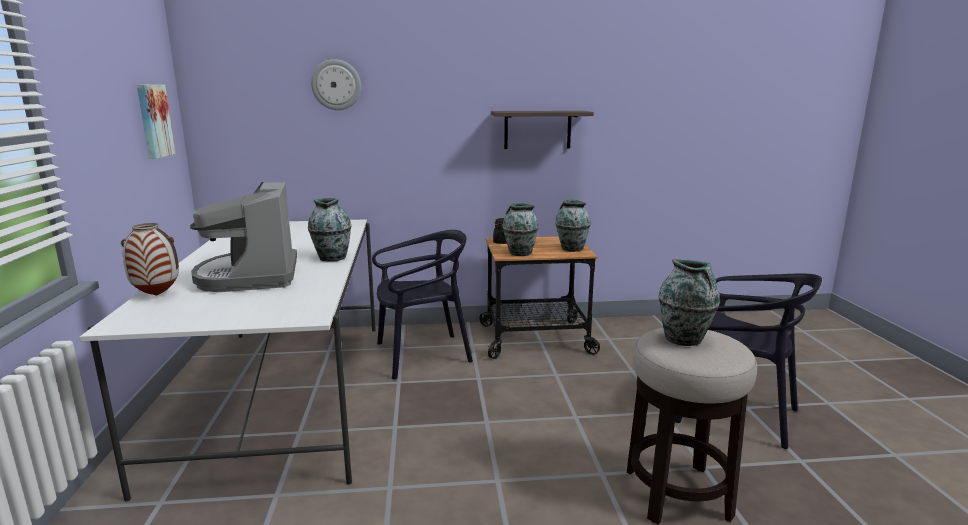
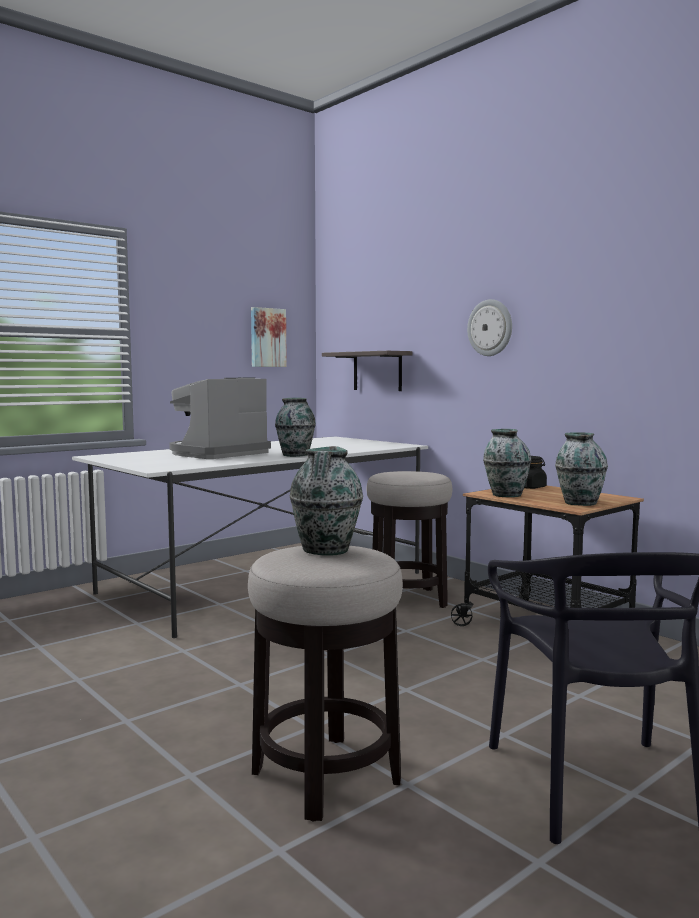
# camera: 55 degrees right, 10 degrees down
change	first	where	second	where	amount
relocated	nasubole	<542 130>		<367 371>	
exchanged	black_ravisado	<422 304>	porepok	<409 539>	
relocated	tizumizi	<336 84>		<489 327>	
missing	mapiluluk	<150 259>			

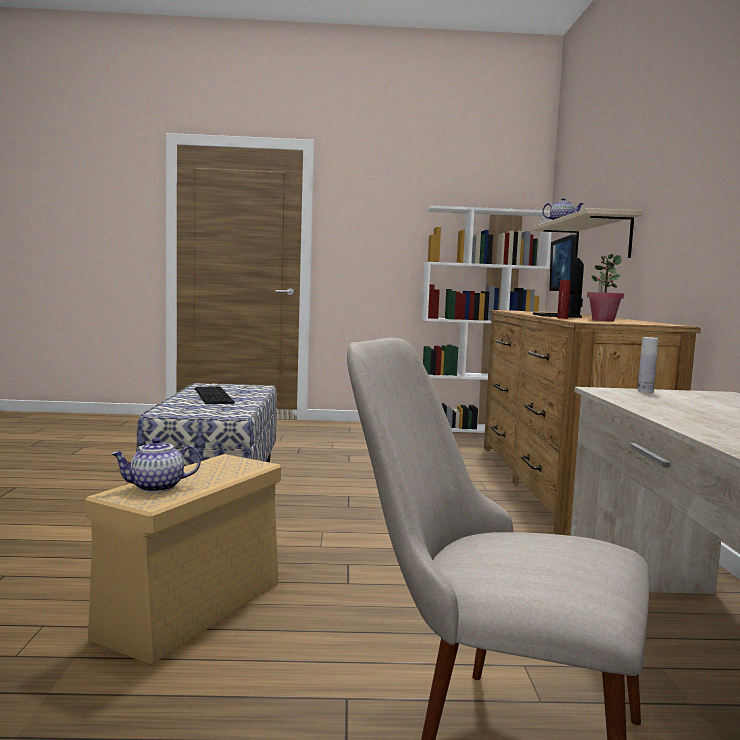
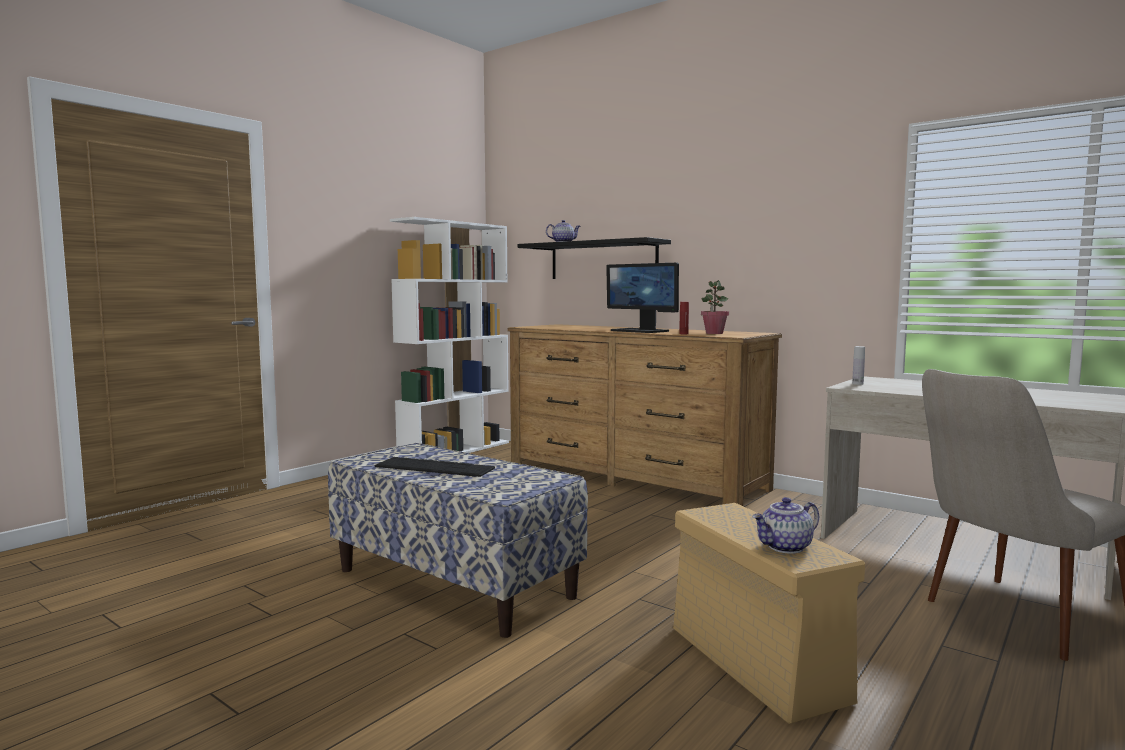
# camera: 50 degrees left, 0 degrees up
change	first	where	second	where	amount
colour	beige_nasubole	<587 233>	black_nasubole	<594 258>	
spun	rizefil	<155 465>		<785 525>	45 degrees clockwise

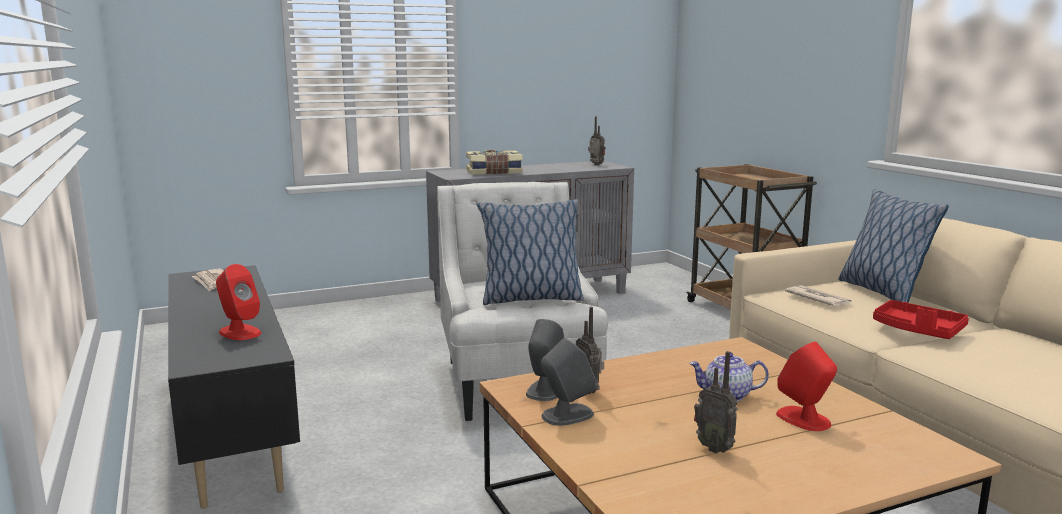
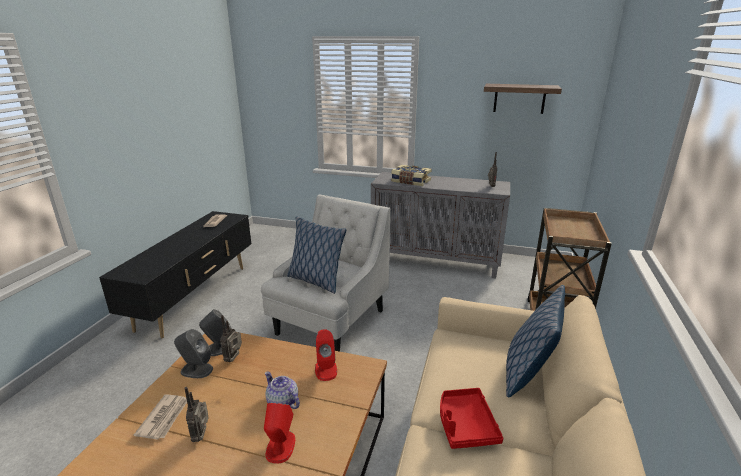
# camera: 40 degrees right, 10 degrees up
change	first	where	second	where	amount
relocated	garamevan	<818 295>		<160 417>	
relocated	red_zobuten	<238 302>		<326 355>	
appeared			nasubole	<523 99>	

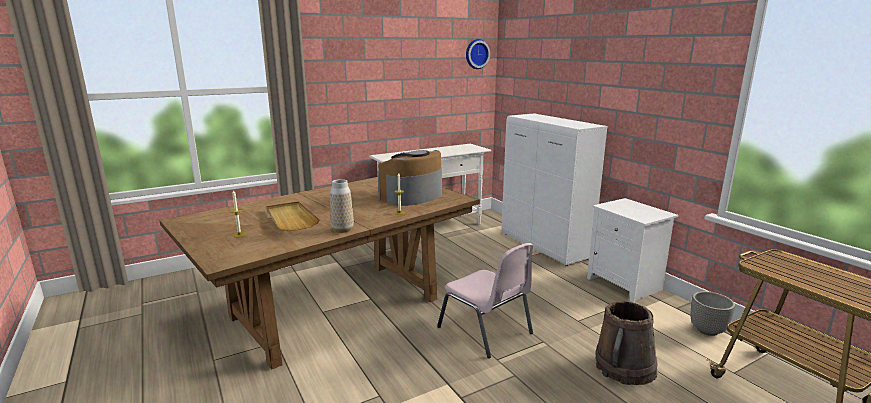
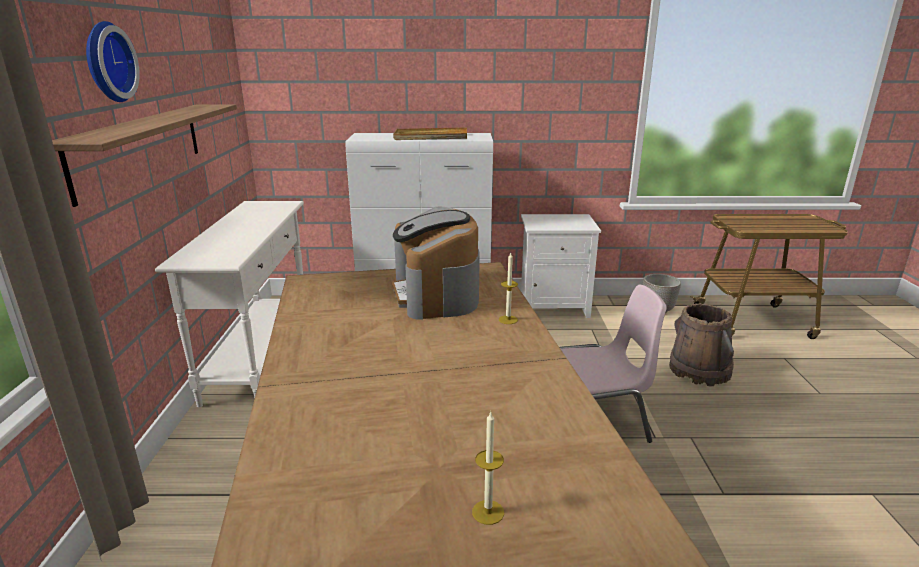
# camera: 60 degrees left, 5 degrees up
change	first	where	second	where	amount
appeared			nasubole	<144 155>	
relocated	tizumizi	<478 54>		<113 61>	
relocated	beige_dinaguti	<293 216>		<430 133>	
missing	mapiluluk	<342 206>			

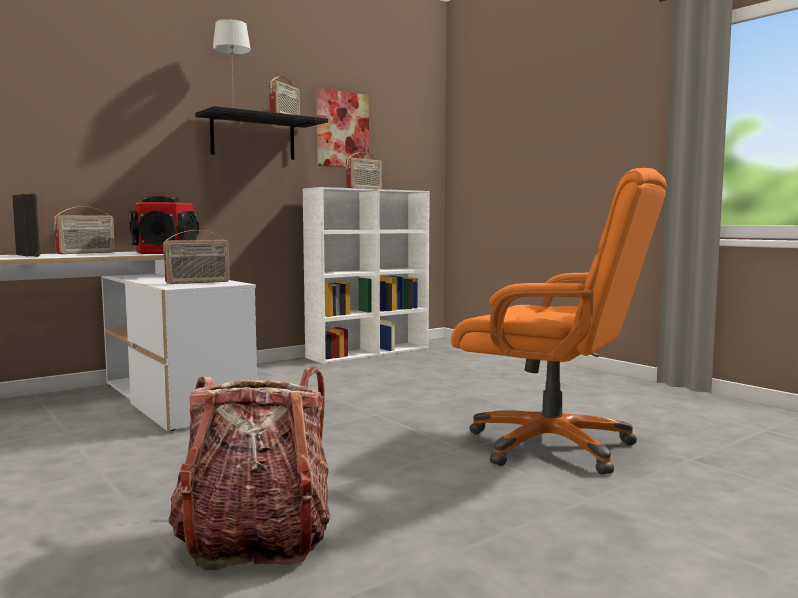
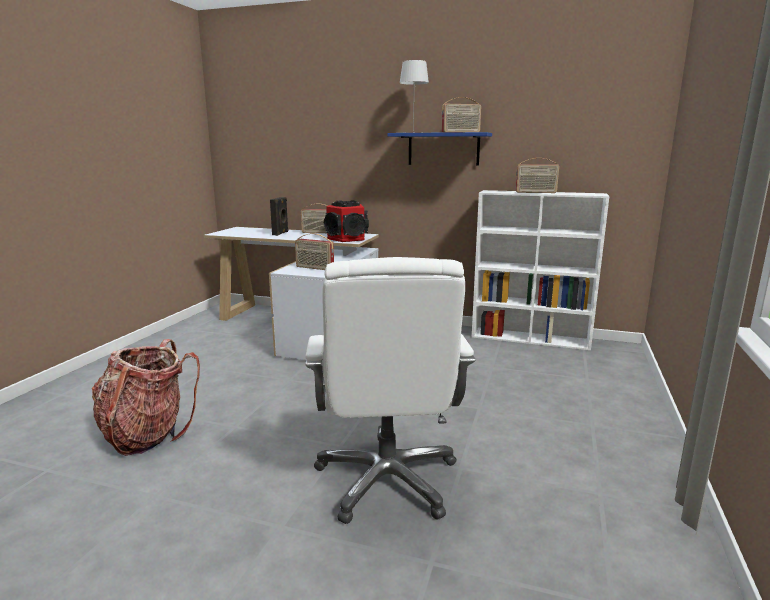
# camera: 55 degrees right, 10 degrees up
change	first	where	second	where	amount
colour	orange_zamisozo	<559 321>	white_zamisozo	<390 390>	
colour	black_nasubole	<261 133>	blue_nasubole	<439 148>	
missing	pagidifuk	<342 127>			

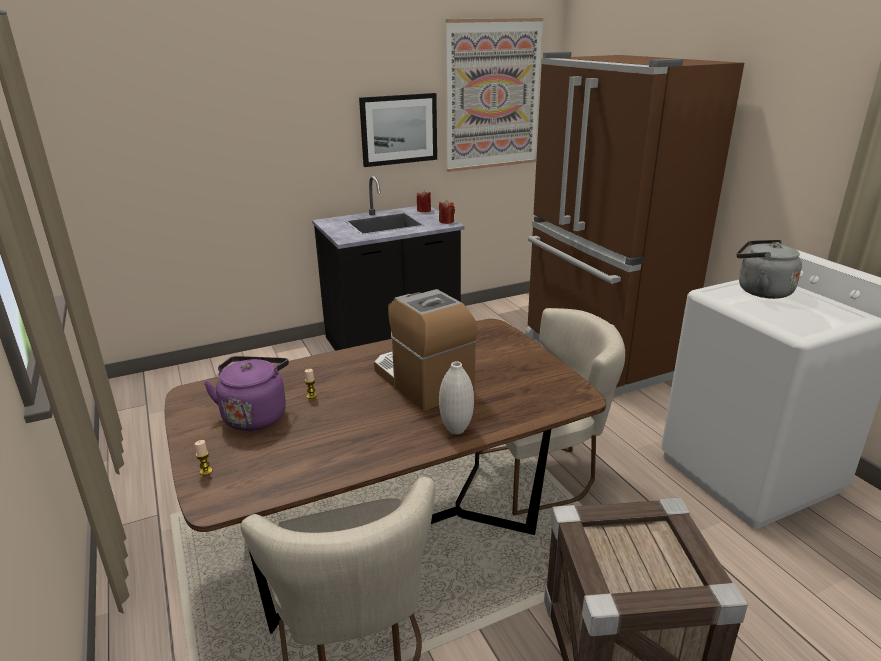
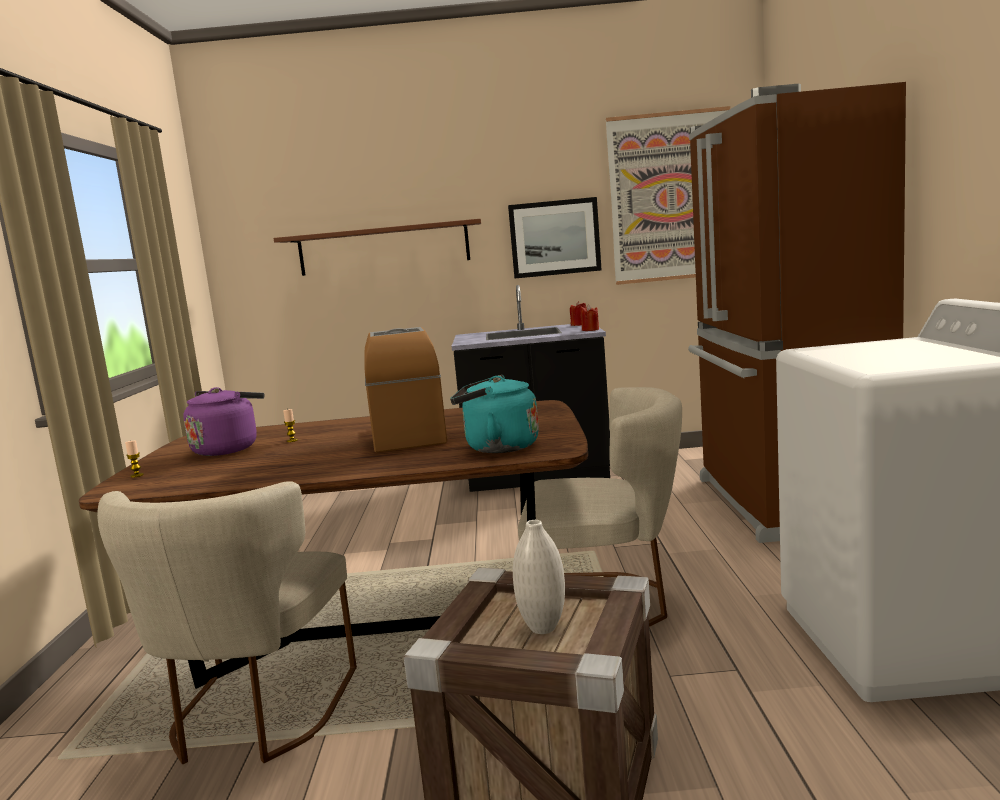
# camera: 25 degrees right, 15 degrees down
change	first	where	second	where	amount
appeared			brown_nasubole	<377 247>	
appeared			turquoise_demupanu	<494 414>	
relocated	white_mapiluluk	<456 397>		<539 577>	
missing	grey_demupanu	<769 269>			

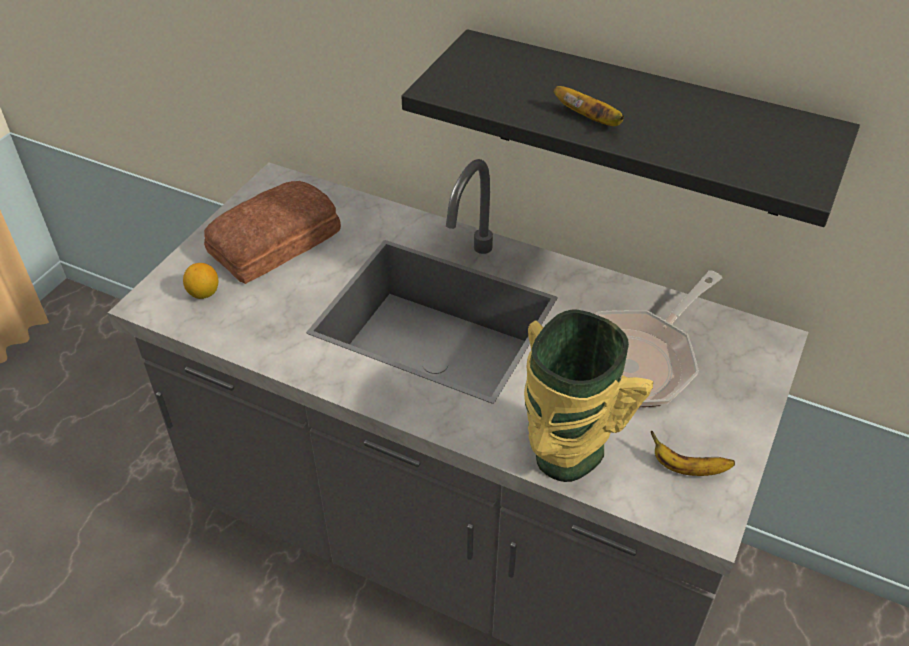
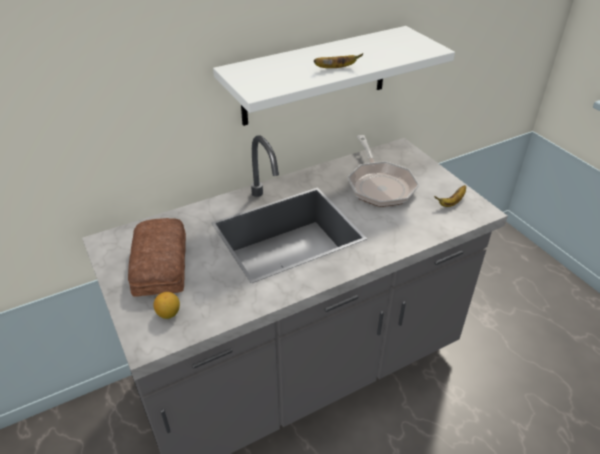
# camera: 55 degrees left, 5 degrees down
change	first	where	second	where	amount
colour	black_nasubole	<630 128>	white_nasubole	<334 76>	
missing	mapiluluk	<588 396>			

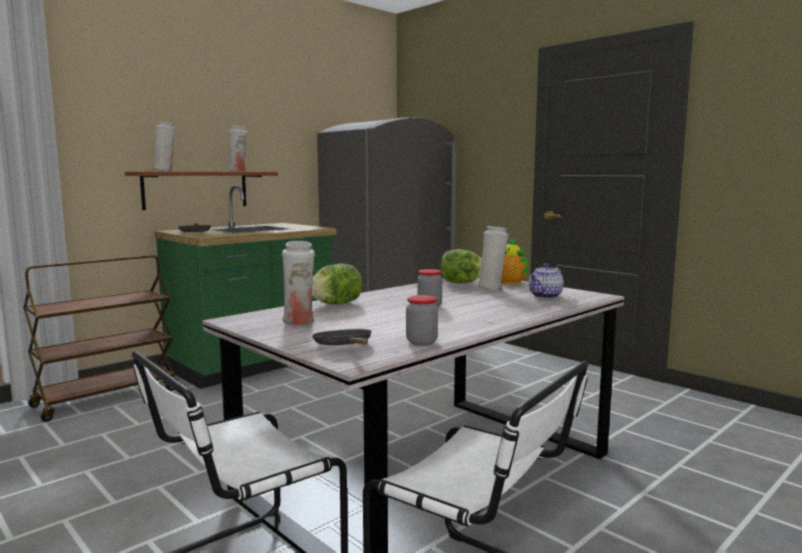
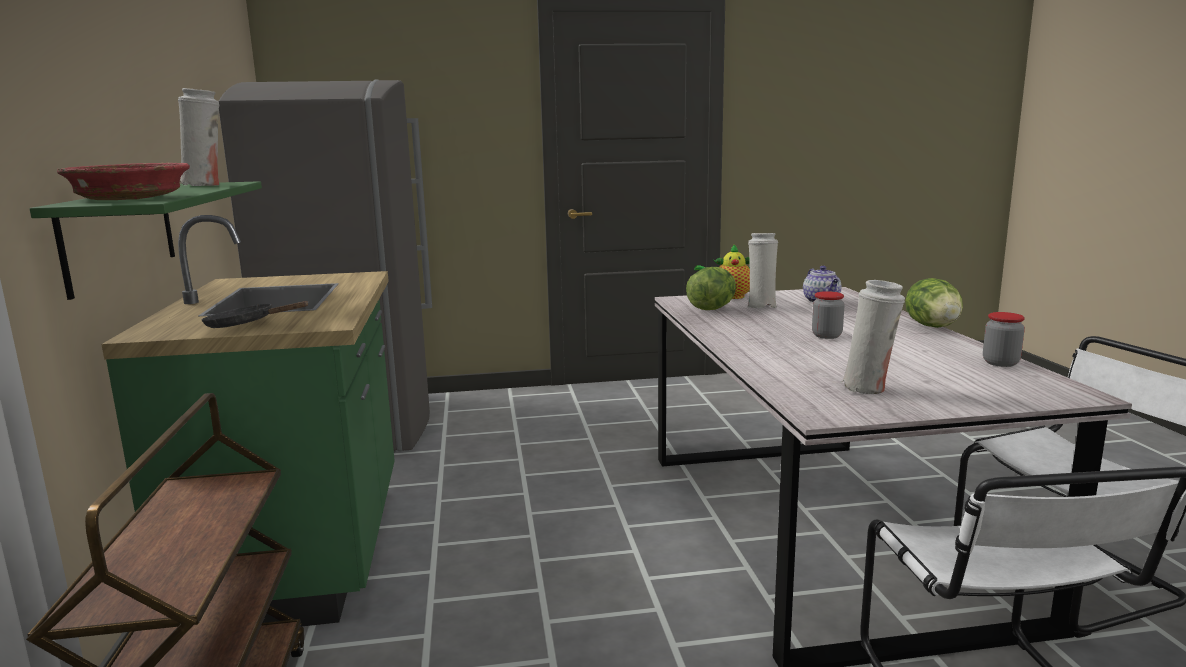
# camera: 55 degrees left, 5 degrees up
change	first	where	second	where	amount
colour	brown_nasubole	<201 191>	green_nasubole	<146 240>	
exchanged	white_mapiluluk	<164 146>	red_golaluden	<123 181>	
relocated	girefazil	<337 284>		<934 303>	
missing	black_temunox	<342 337>			

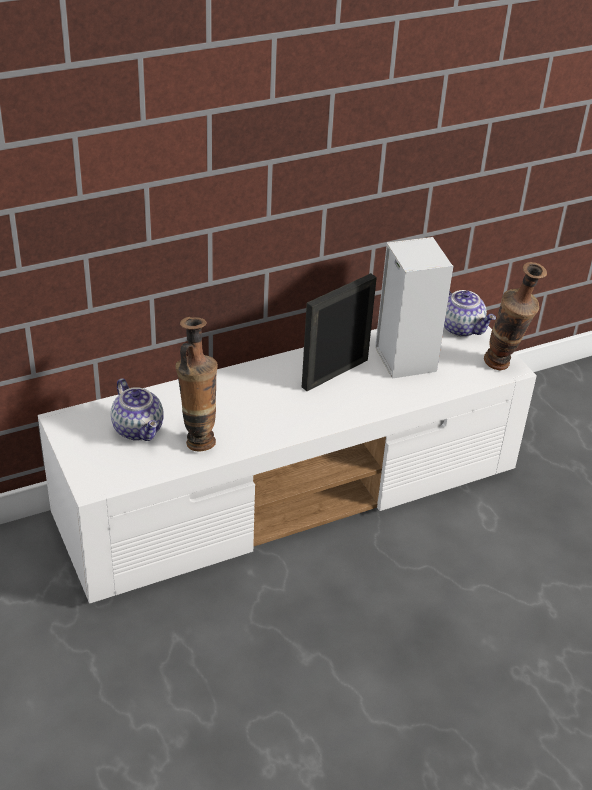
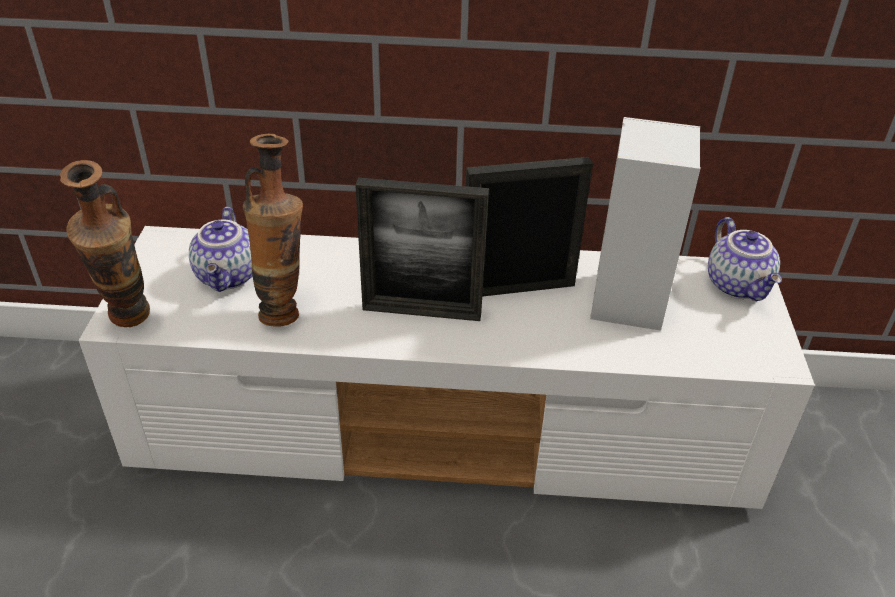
# camera: 30 degrees right, 0 degrees up
change	first	where	second	where	amount
relocated	mapiluluk	<515 316>		<105 243>	
appeared			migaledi	<422 249>	

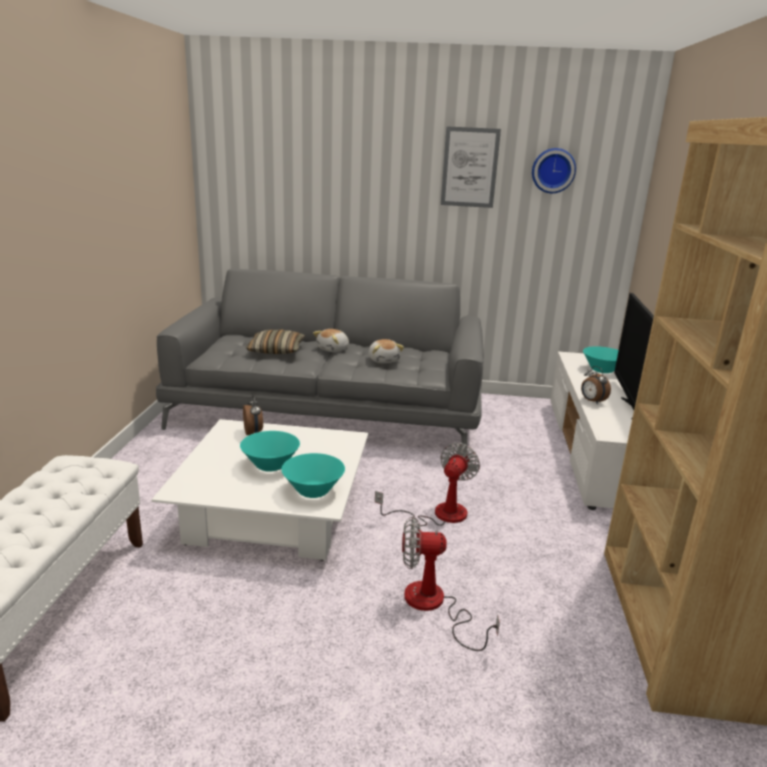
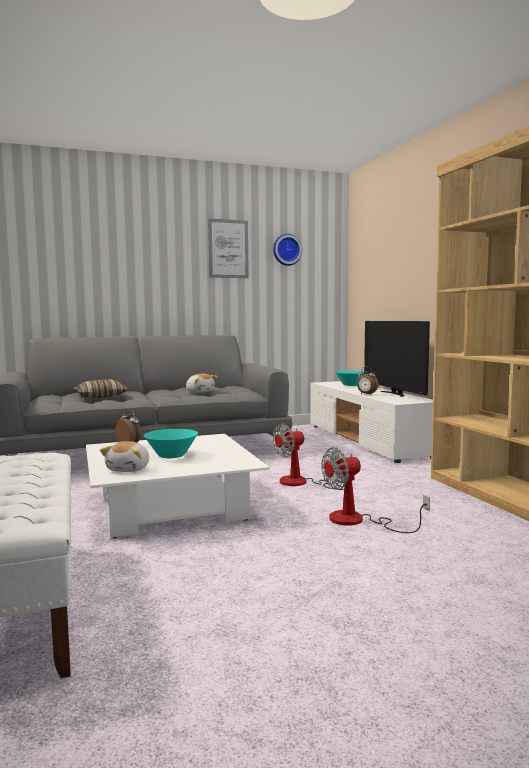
# camera: 25 degrees left, 15 degrees down
change	first	where	second	where	amount
relocated	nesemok	<331 340>		<124 456>	
spun	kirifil	<427 484>		<308 456>	120 degrees counterclockwise
missing	turquoise_golaluden	<313 475>			

